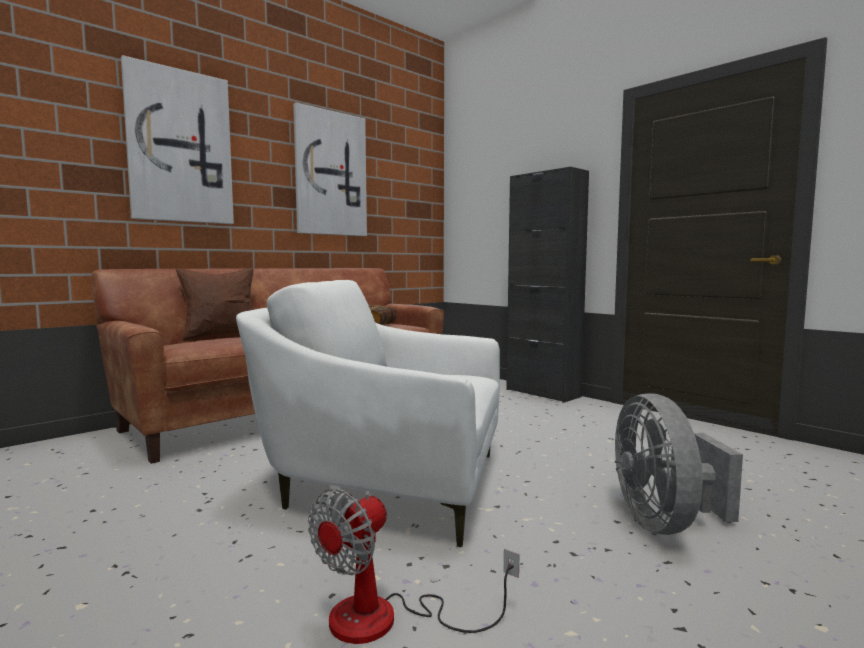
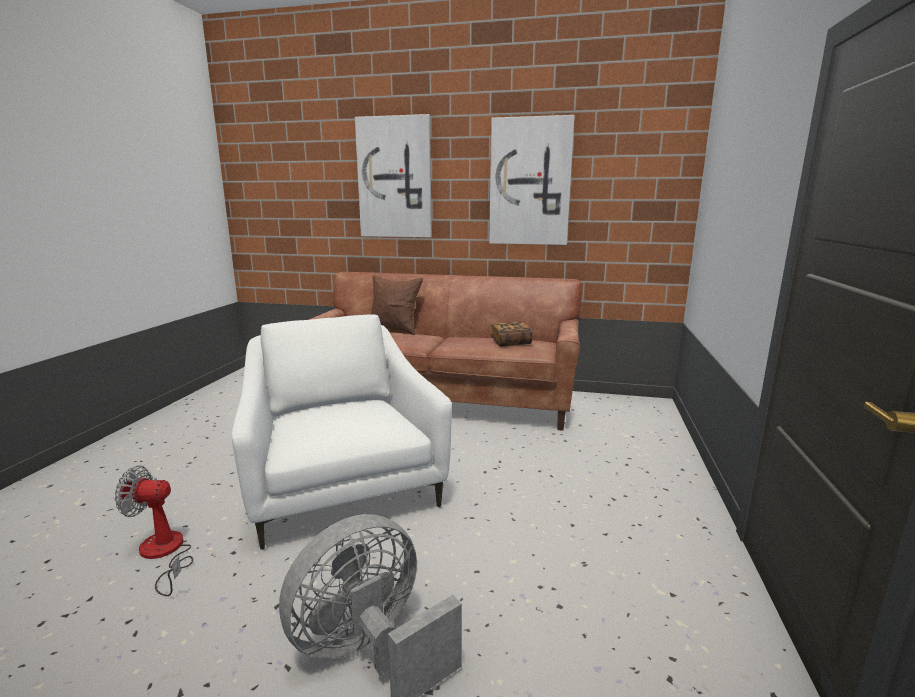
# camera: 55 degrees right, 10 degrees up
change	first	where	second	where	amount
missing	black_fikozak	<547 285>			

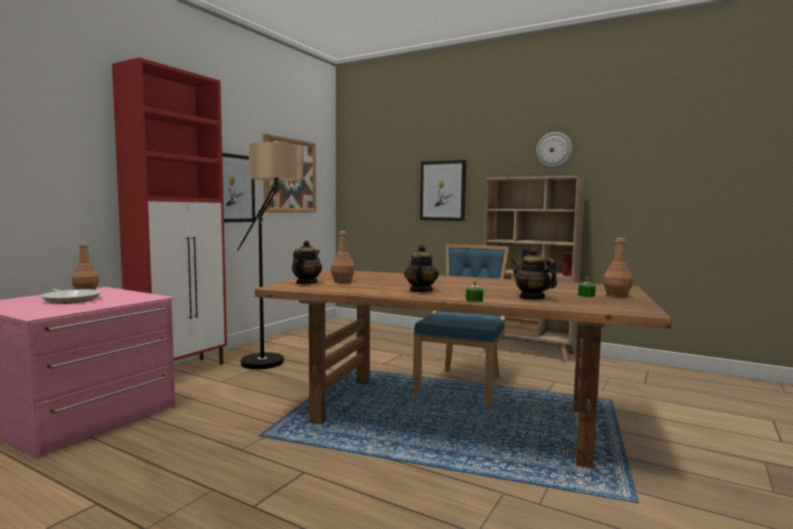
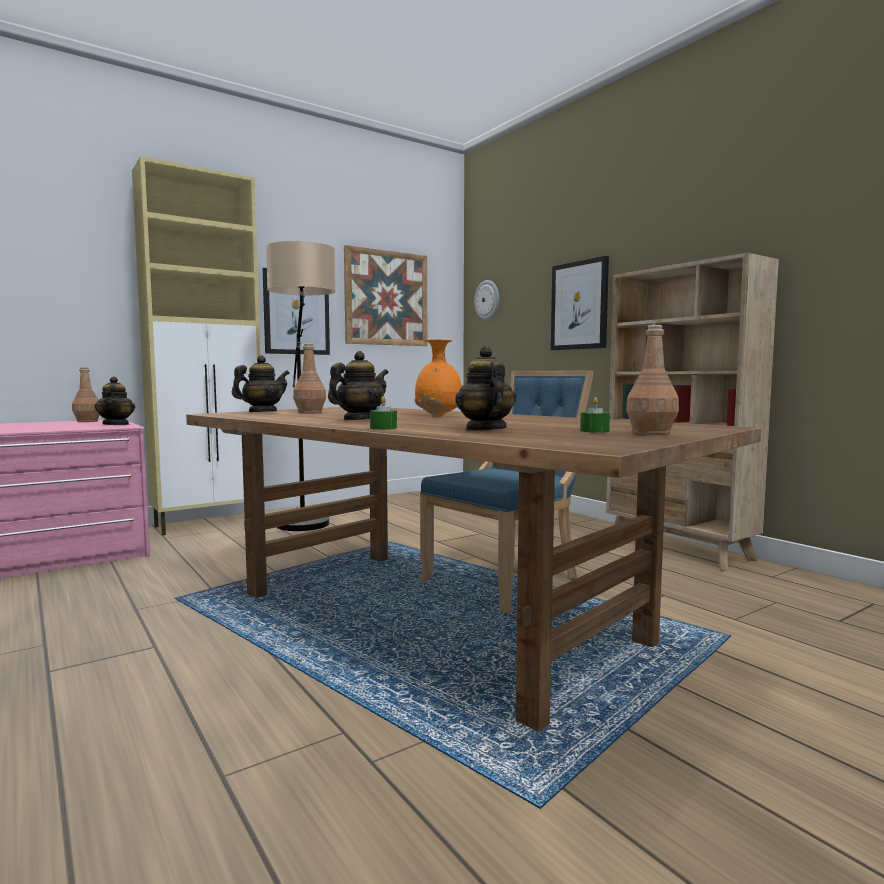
# camera: 25 degrees right, 0 degrees up
change	first	where	second	where	amount
appeared			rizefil	<115 400>	
colour	red_fikozak	<169 211>	beige_fikozak	<198 345>	
appeared			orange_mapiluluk	<438 378>	
relocated	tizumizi	<554 150>		<486 300>	
missing	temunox	<71 296>			

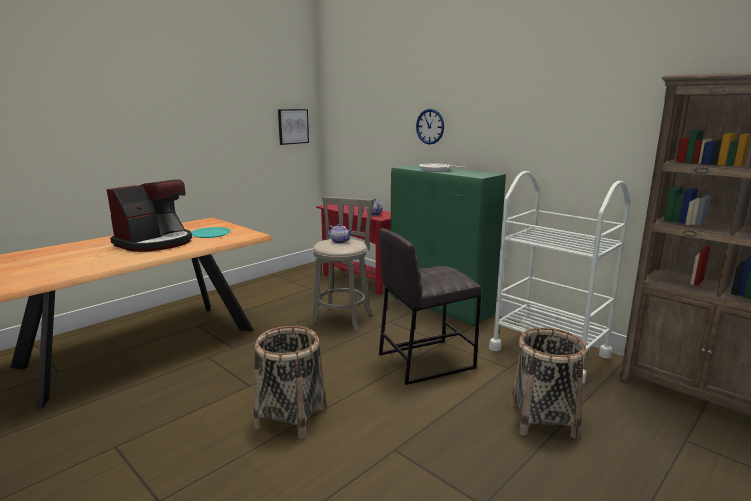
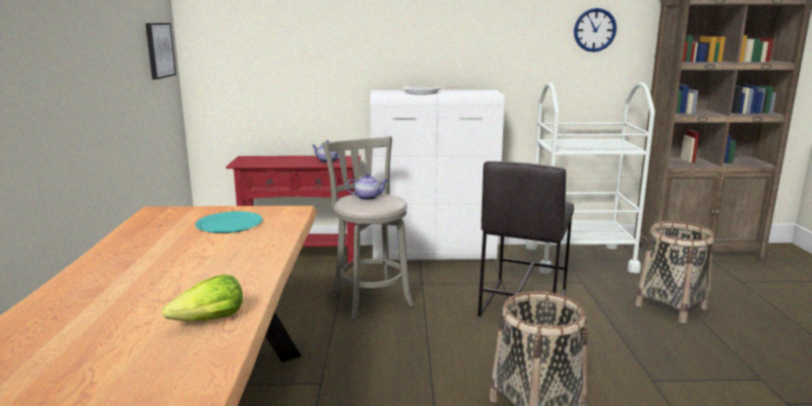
# camera: 45 degrees left, 0 degrees up
change	first	where	second	where	amount
appeared			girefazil	<202 298>	
colour	green_fikozak	<448 245>	white_fikozak	<437 175>	
relocated	tizumizi	<430 126>		<595 30>	
missing	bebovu	<149 215>			

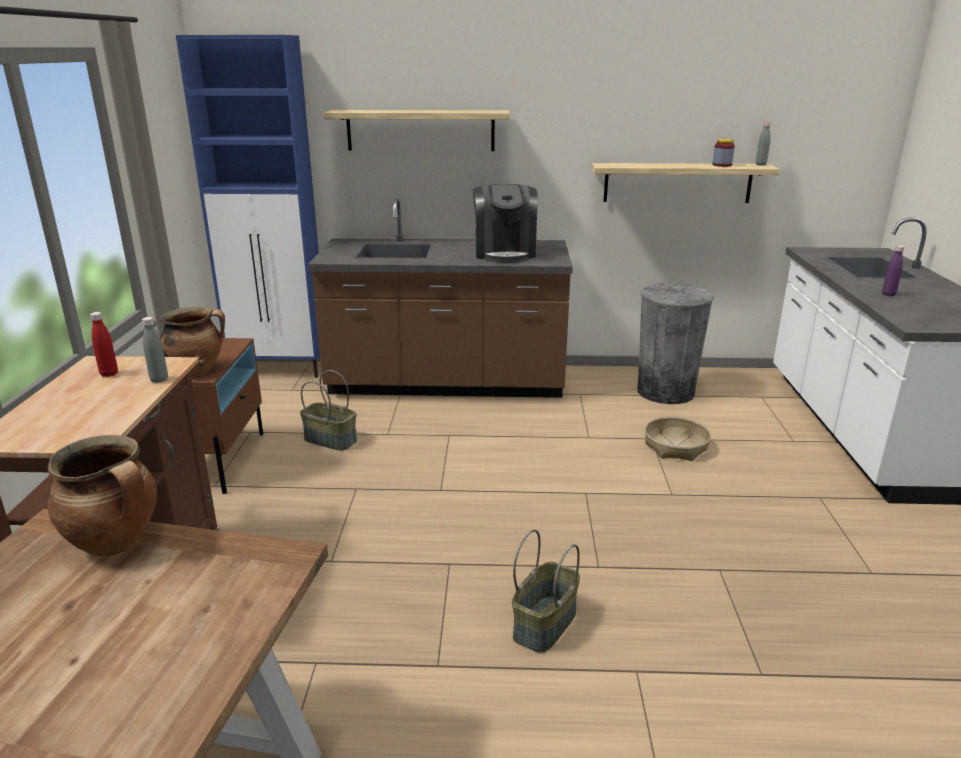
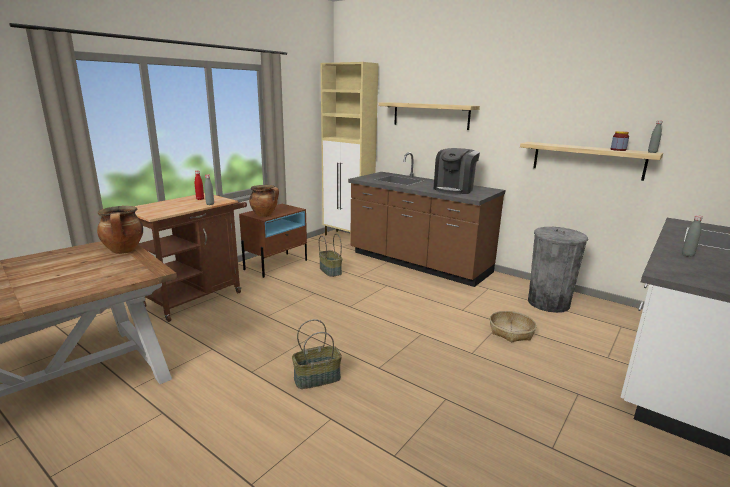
# camera: 35 degrees right, 5 degrees down
change	first	where	second	where	amount
colour	blue_fikozak	<248 206>	beige_fikozak	<350 148>	
colour	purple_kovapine	<893 270>	grey_kovapine	<692 236>	

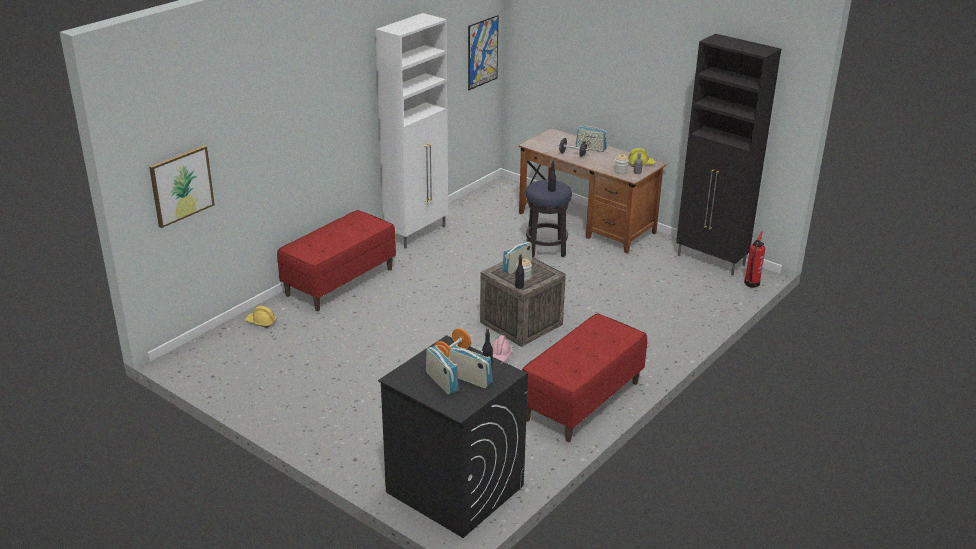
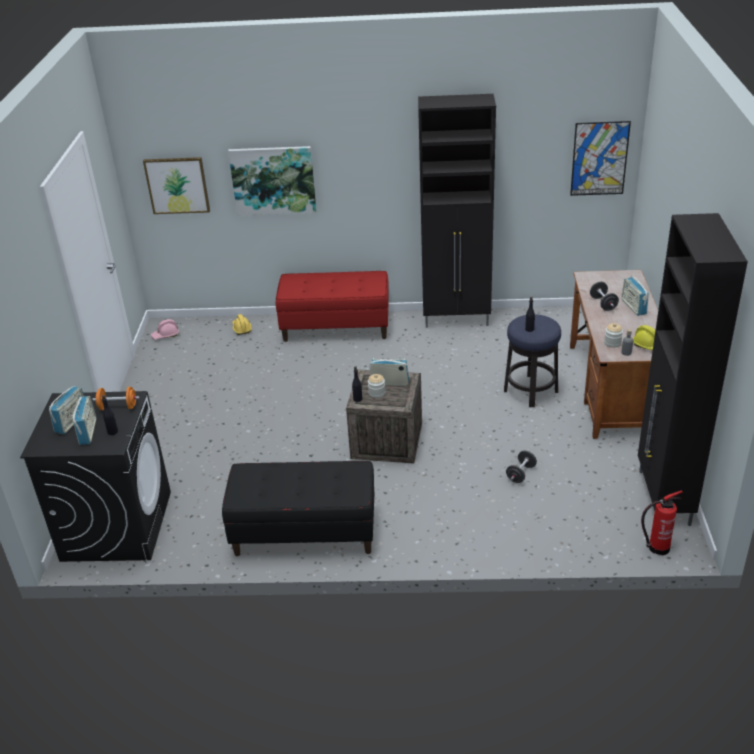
# camera: 55 degrees right, 5 degrees up
change	first	where	second	where	amount
relocated	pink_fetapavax	<502 348>		<165 329>	
colour	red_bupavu	<584 377>	black_bupavu	<298 508>	
appeared			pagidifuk	<272 180>	
colour	white_fikozak	<411 131>	black_fikozak	<457 211>	
appeared			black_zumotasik	<521 467>	

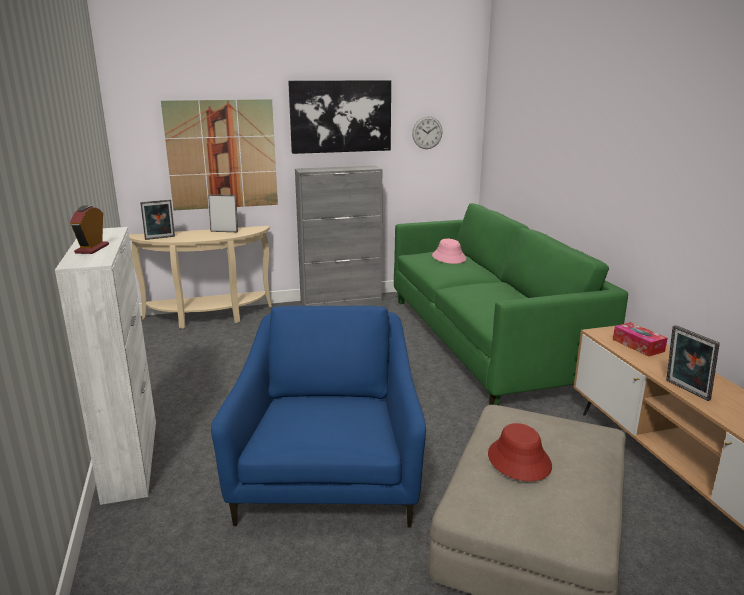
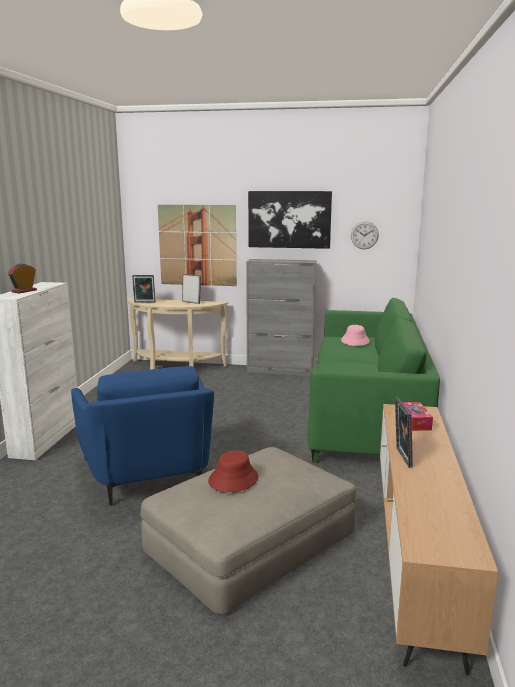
# camera: 25 degrees right, 5 degrees down
change	first	where	second	where	amount
spun	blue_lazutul	<318 417>		<142 435>	135 degrees clockwise

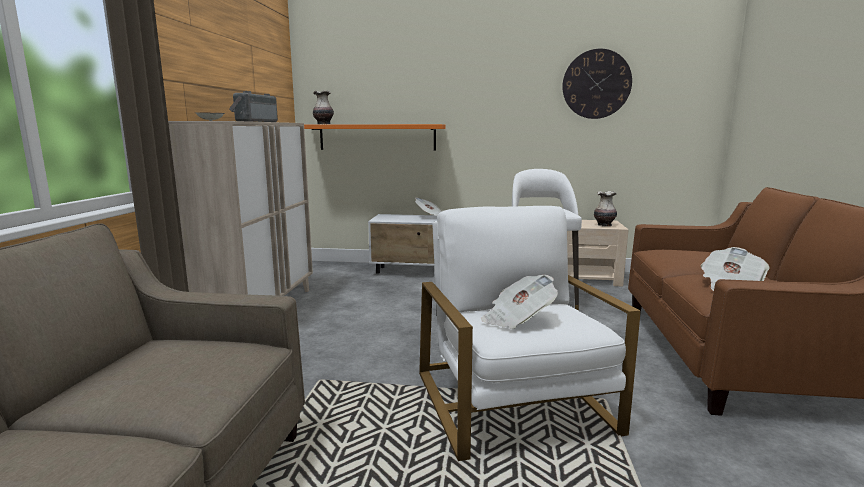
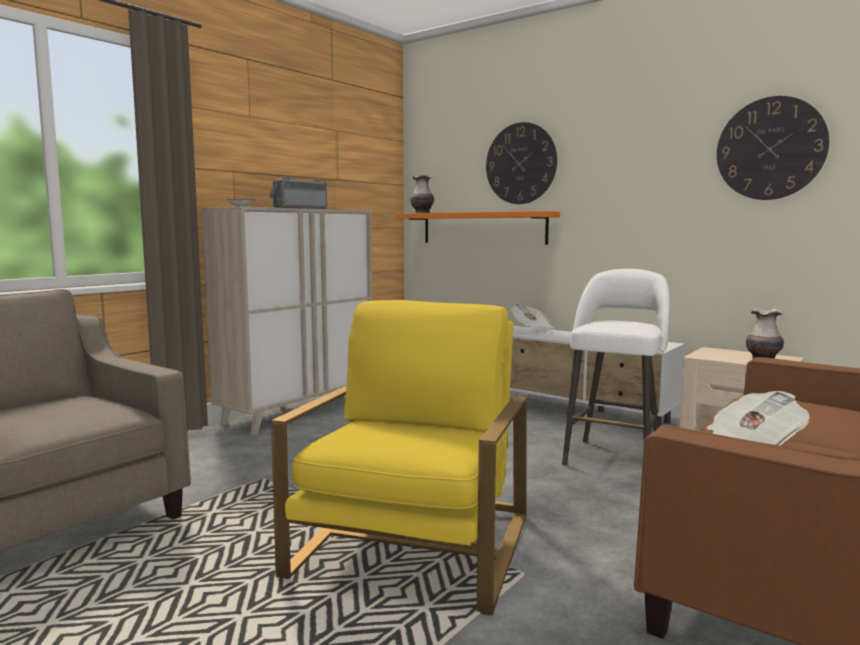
# camera: 30 degrees right, 5 degrees down
change	first	where	second	where	amount
colour	white_lazutul	<530 333>	yellow_lazutul	<398 458>	
appeared			tizumizi	<521 163>	
missing	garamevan	<519 302>			

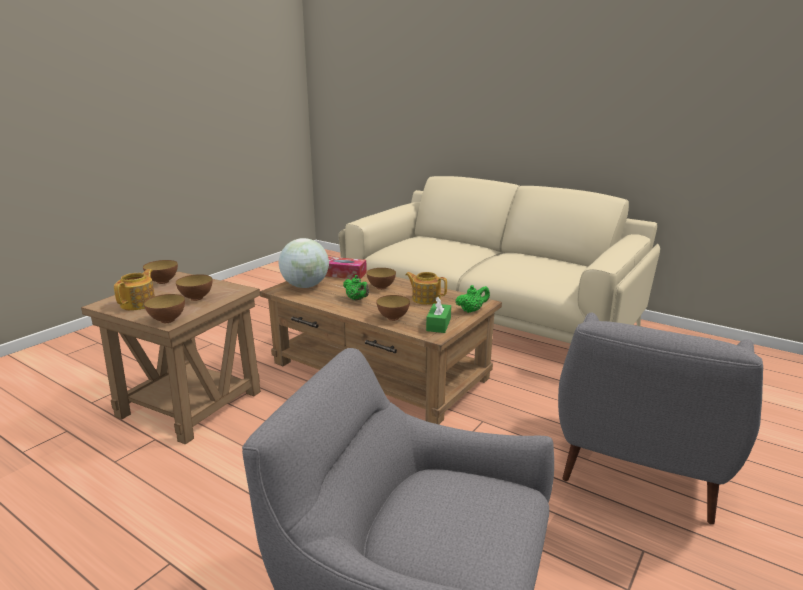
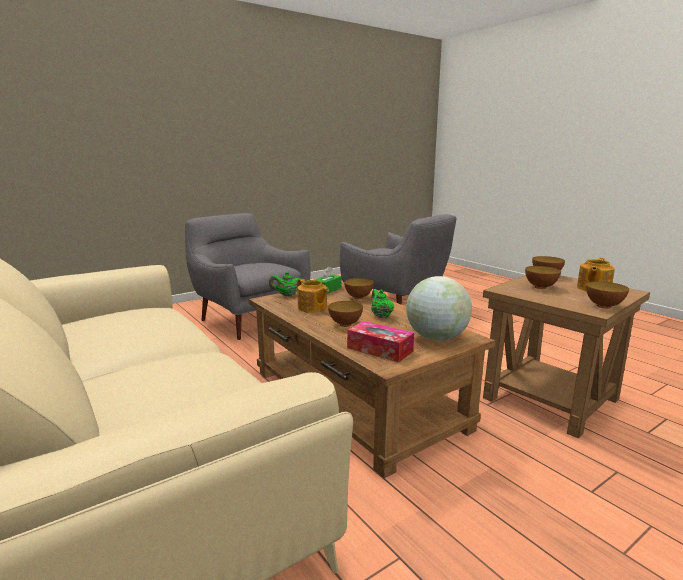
# camera: 160 degrees left, 5 degrees down
change	first	where	second	where	amount
spun	grey_lazutul	<660 418>		<248 276>	90 degrees counterclockwise

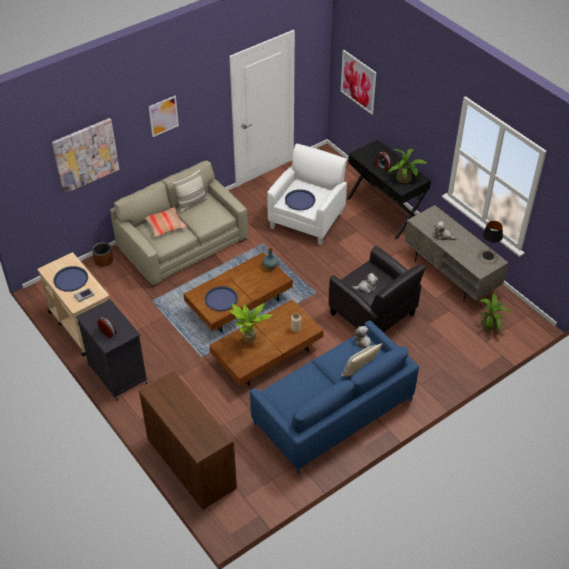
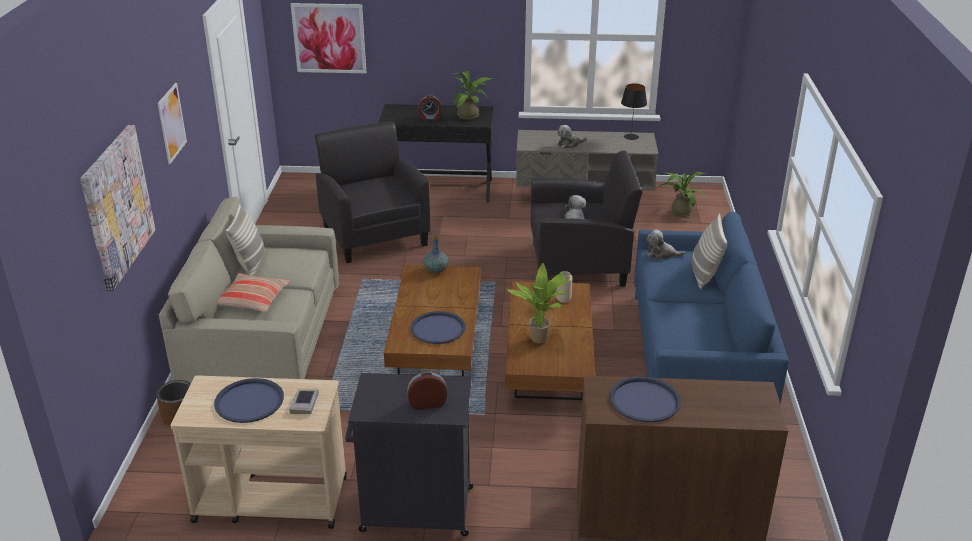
# camera: 50 degrees left, 15 degrees down
change	first	where	second	where	amount
colour	white_lazutul	<307 194>	black_lazutul	<372 192>	
relocated	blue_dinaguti	<300 199>		<645 399>	

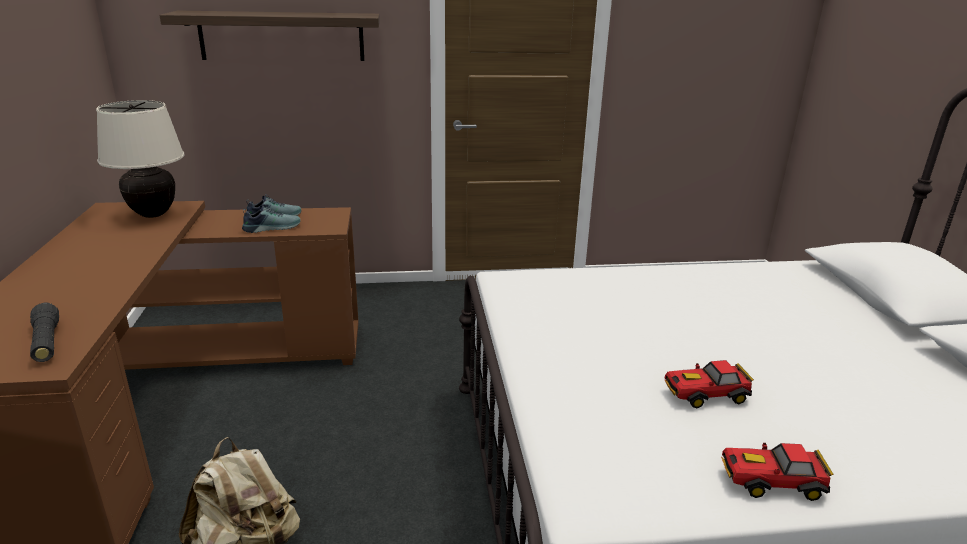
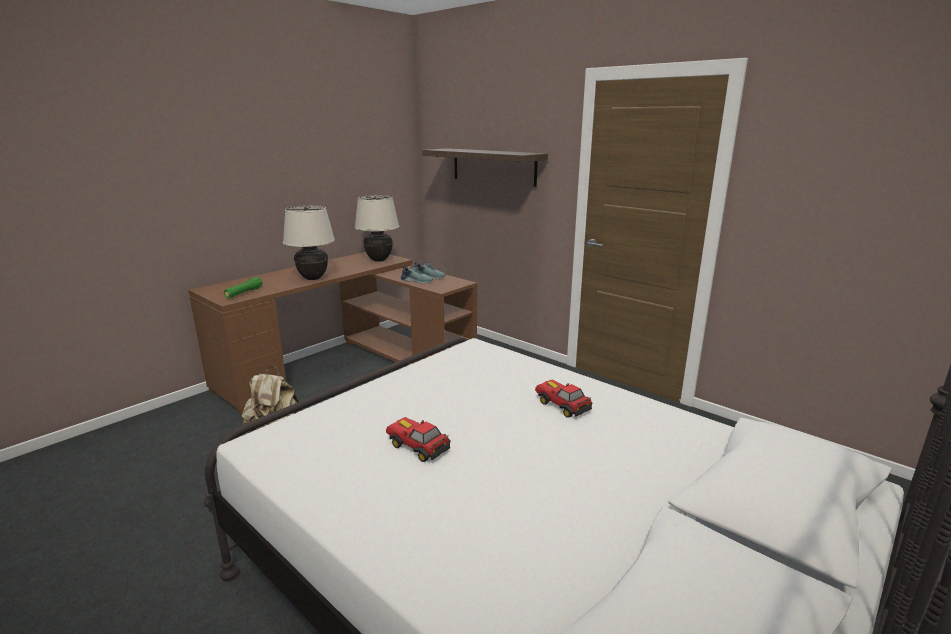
# camera: 50 degrees right, 5 degrees down
change	first	where	second	where	amount
colour	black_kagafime	<44 332>	green_kagafime	<243 287>	
appeared			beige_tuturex	<309 242>	
relocated	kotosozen	<777 472>		<563 399>	

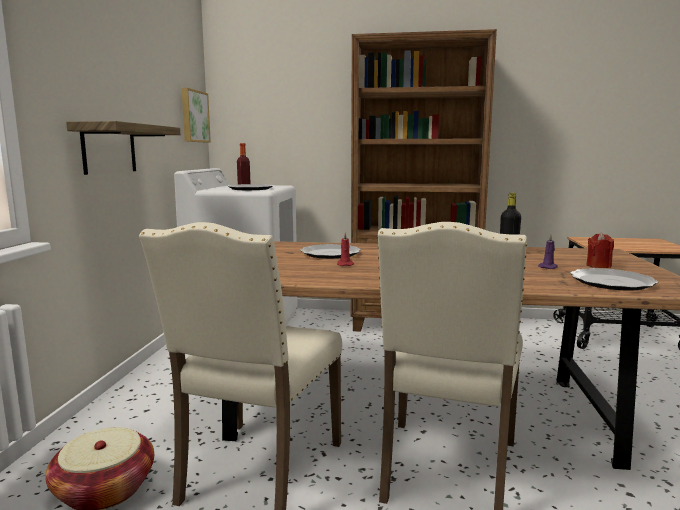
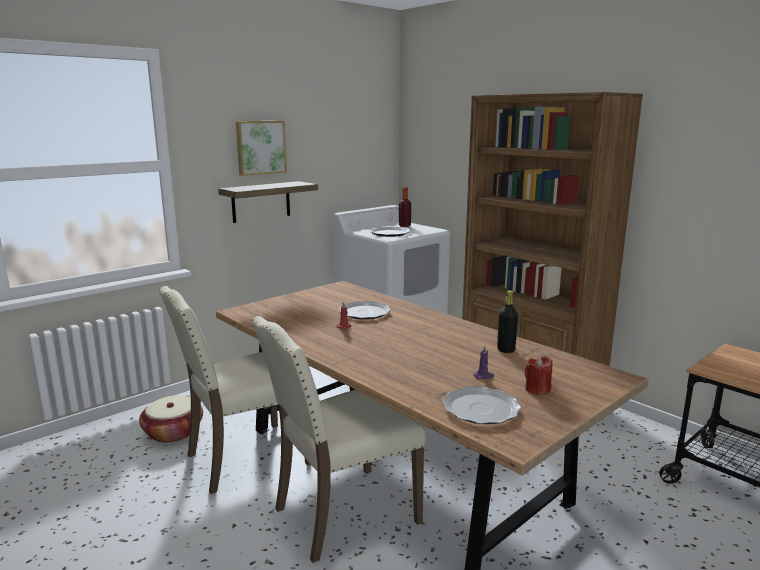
# camera: 40 degrees right, 5 degrees up
change	first	where	second	where	amount
relocated	pagidifuk	<196 115>		<261 148>	

